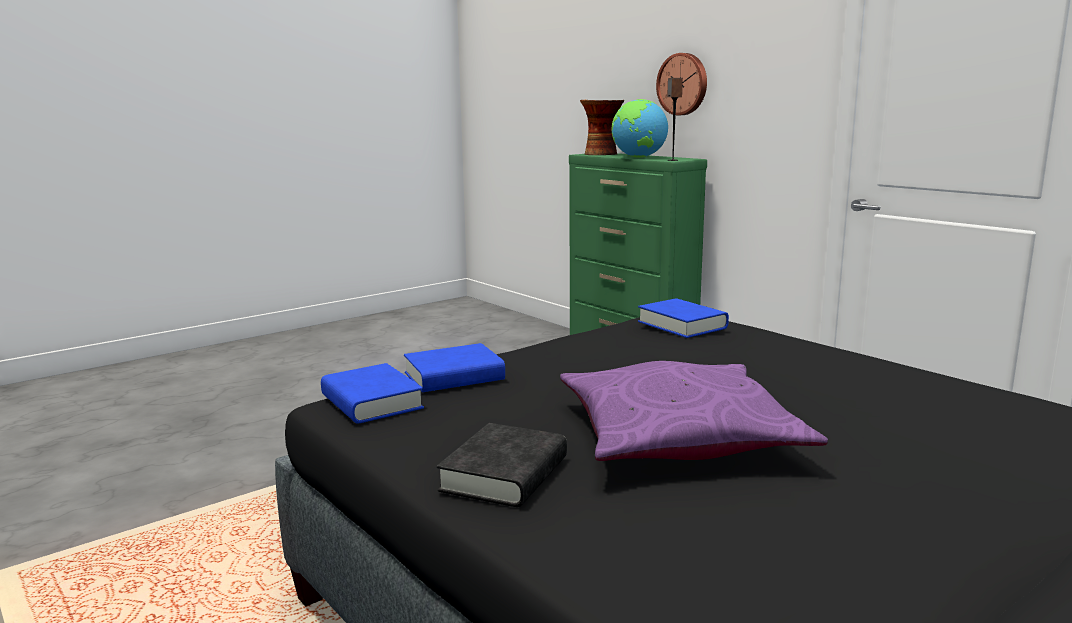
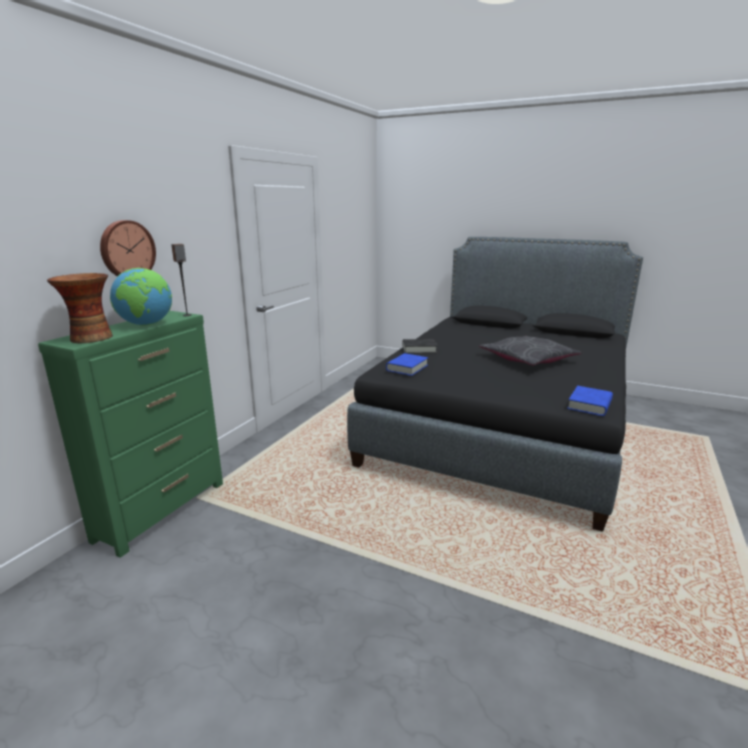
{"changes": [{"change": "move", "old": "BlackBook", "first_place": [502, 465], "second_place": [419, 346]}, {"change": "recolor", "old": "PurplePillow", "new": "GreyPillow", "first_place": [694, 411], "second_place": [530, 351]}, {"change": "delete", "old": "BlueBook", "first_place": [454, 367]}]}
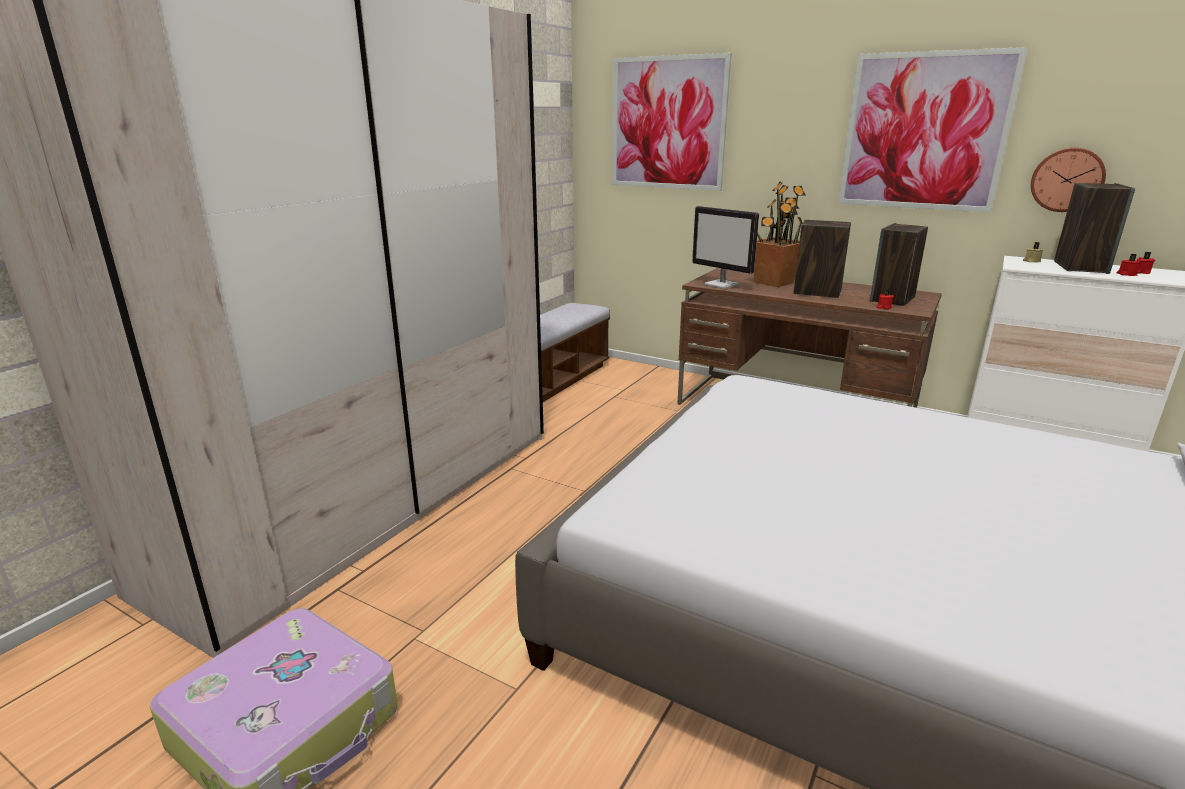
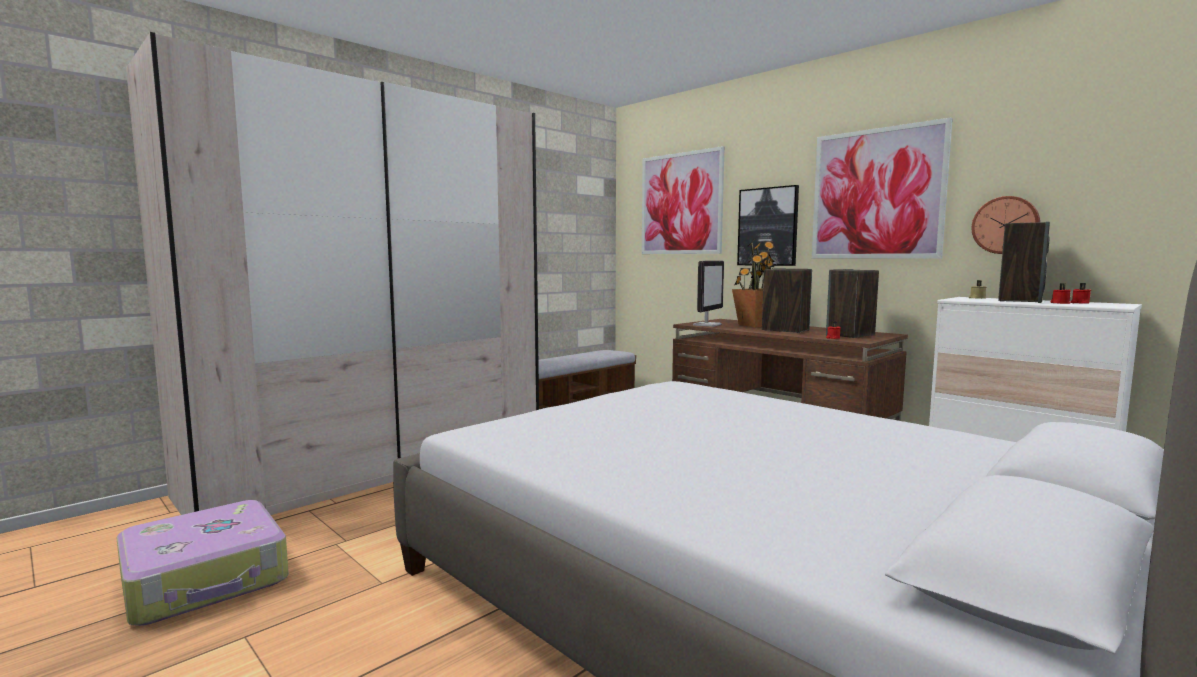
{"changes": [{"change": "rotate", "old": "Monitor", "first_place": [725, 247], "second_place": [708, 294], "degrees": -120}, {"change": "insert", "new": "Picture", "second_place": [768, 225]}]}
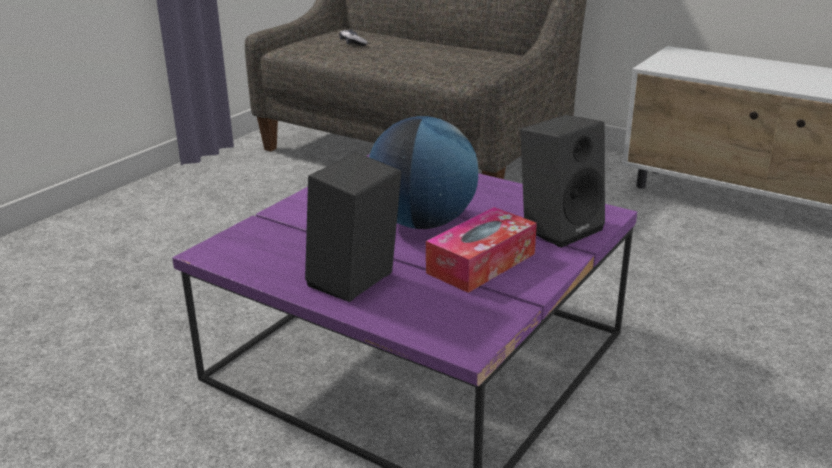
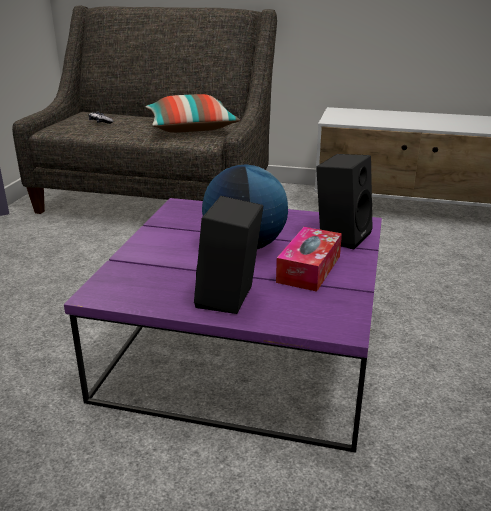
{"changes": [{"change": "insert", "new": "Pillow", "second_place": [192, 113]}]}
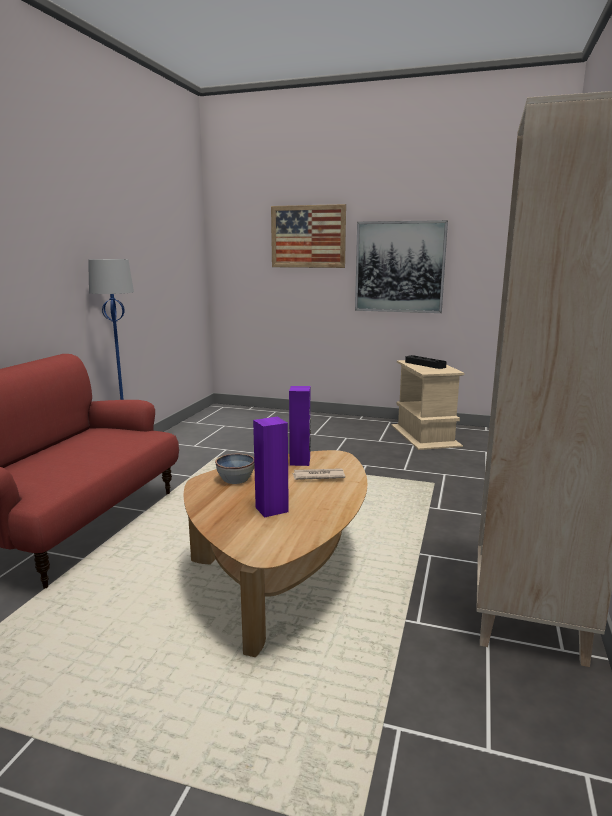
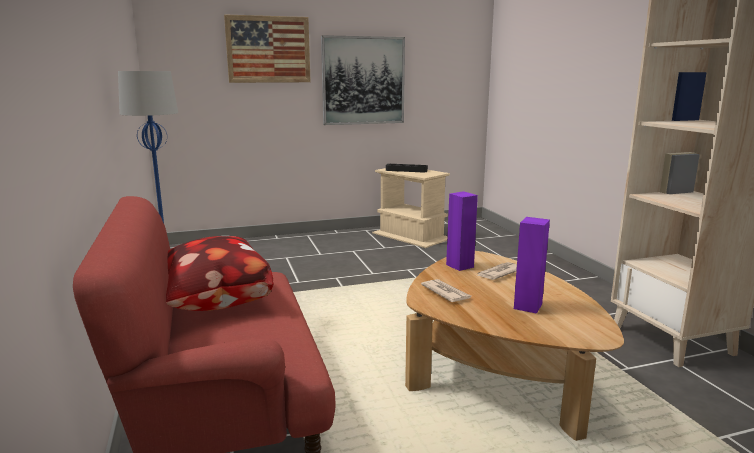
{"changes": [{"change": "insert", "new": "Pillow", "second_place": [219, 273]}, {"change": "replace", "old": "Bowl", "new": "Newspaper", "first_place": [234, 469], "second_place": [446, 290]}]}
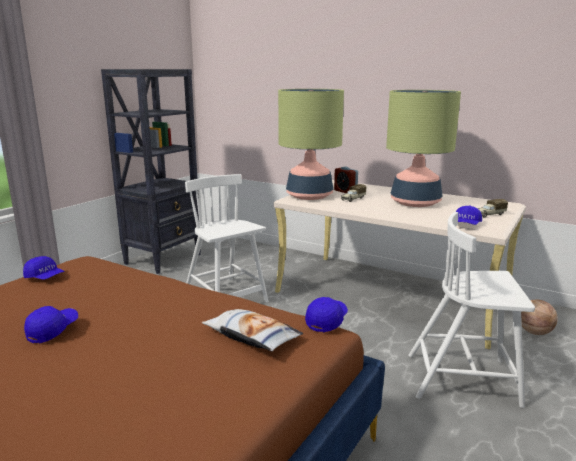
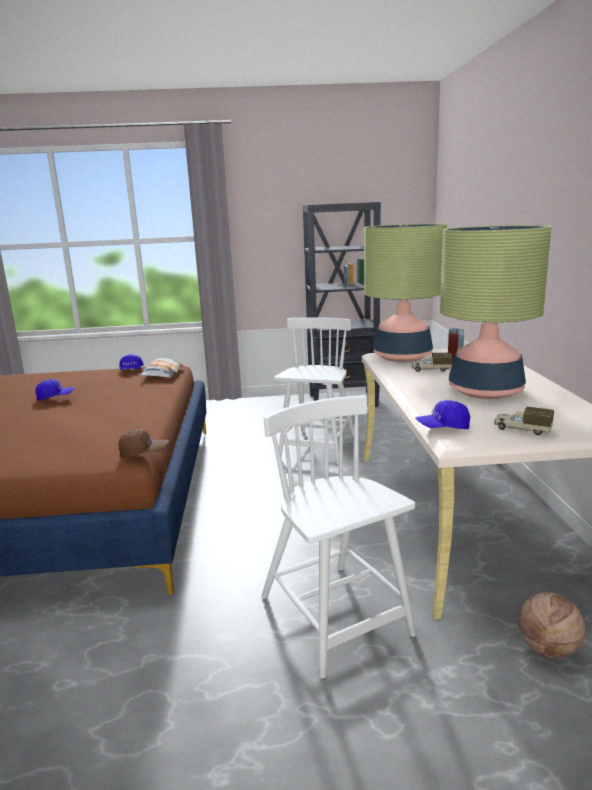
{"changes": [{"change": "recolor", "old": "BlueCap", "new": "BrownCap", "first_place": [326, 314], "second_place": [143, 443]}, {"change": "move", "old": "Pillow", "first_place": [252, 330], "second_place": [162, 368]}]}
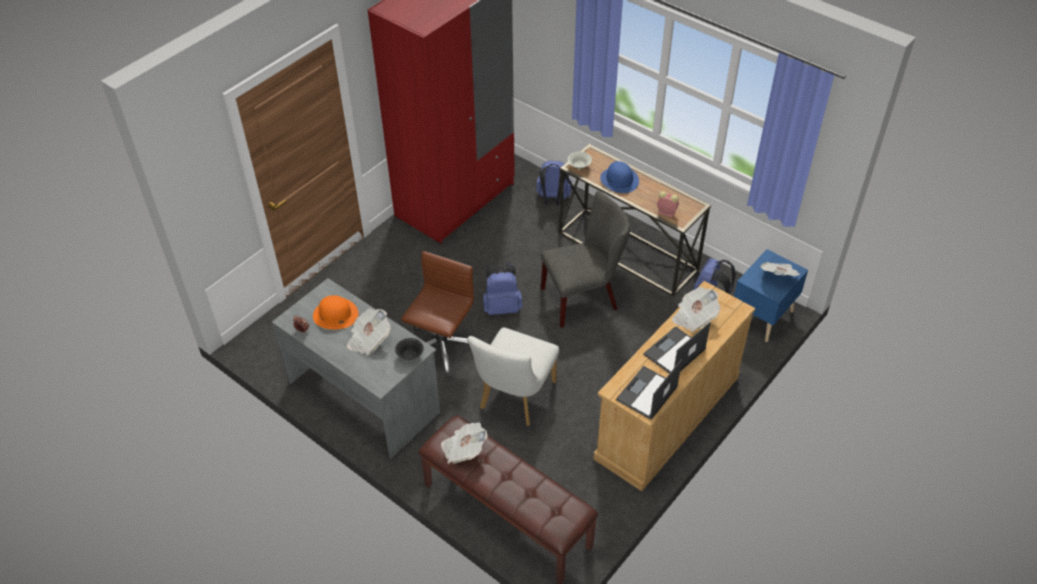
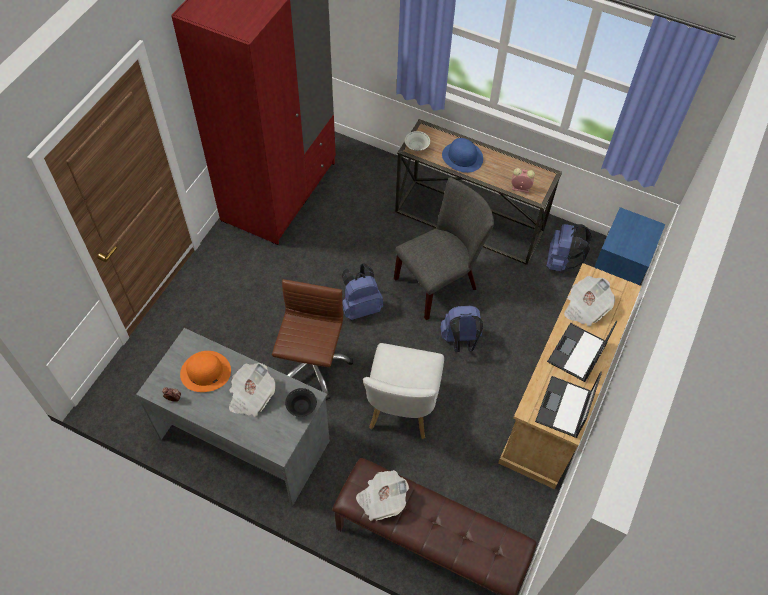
{"changes": [{"change": "move", "old": "BlueBackpack", "first_place": [554, 183], "second_place": [461, 329]}, {"change": "delete", "old": "Newspaper", "first_place": [780, 269]}]}
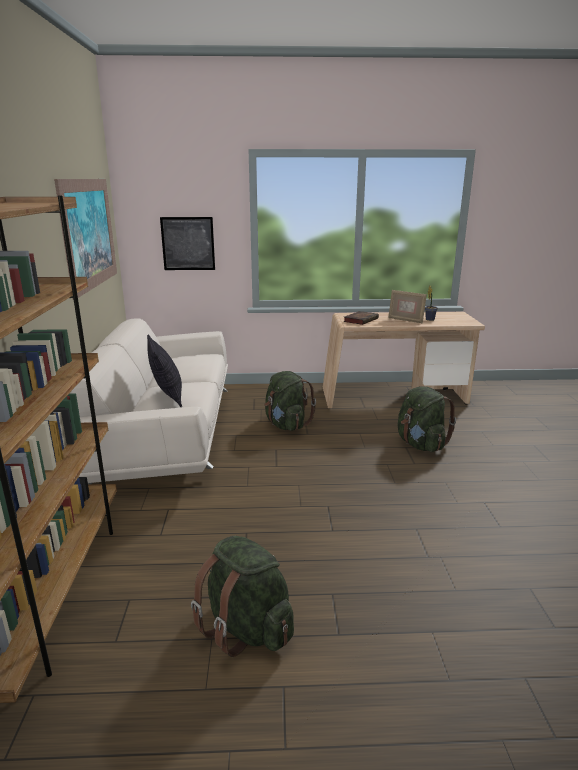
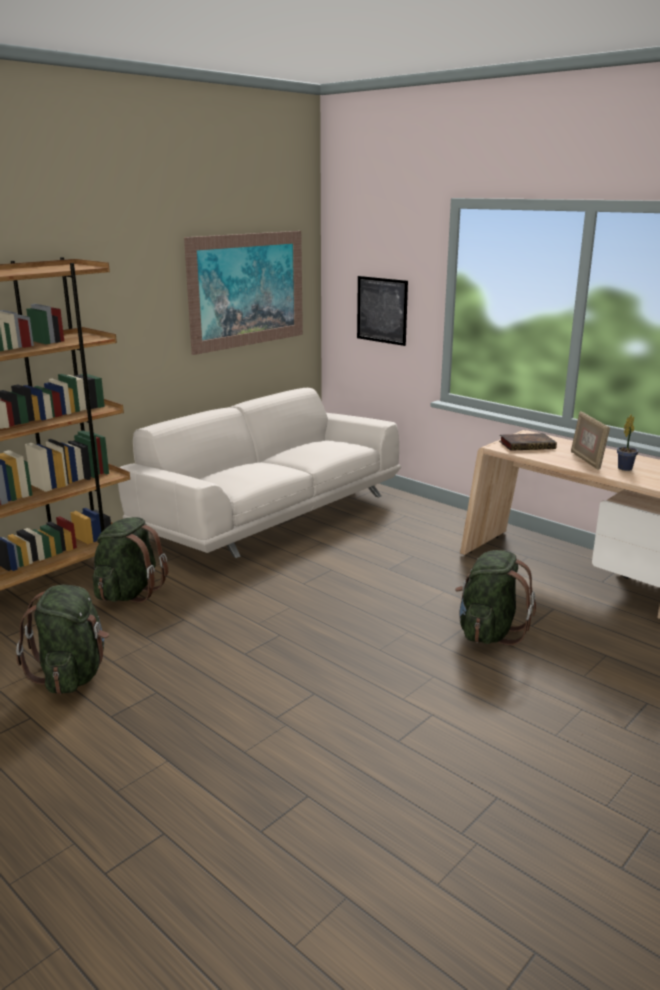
{"changes": [{"change": "move", "old": "GreenBackpack", "first_place": [290, 401], "second_place": [130, 560]}, {"change": "delete", "old": "Pillow", "first_place": [164, 371]}]}
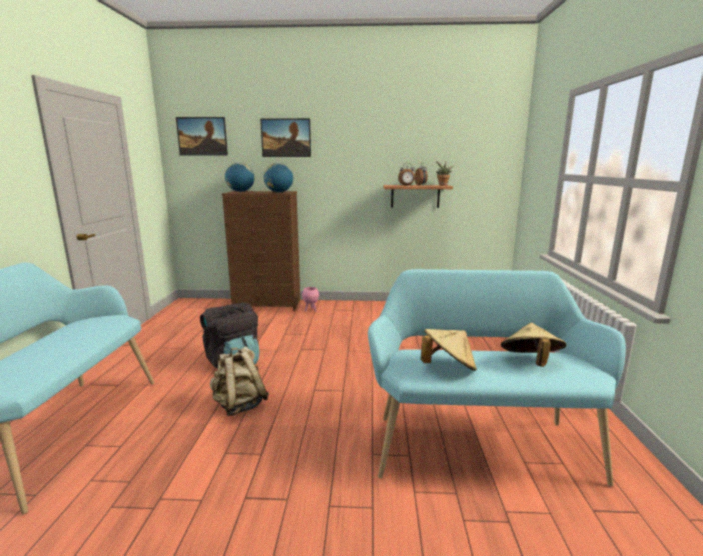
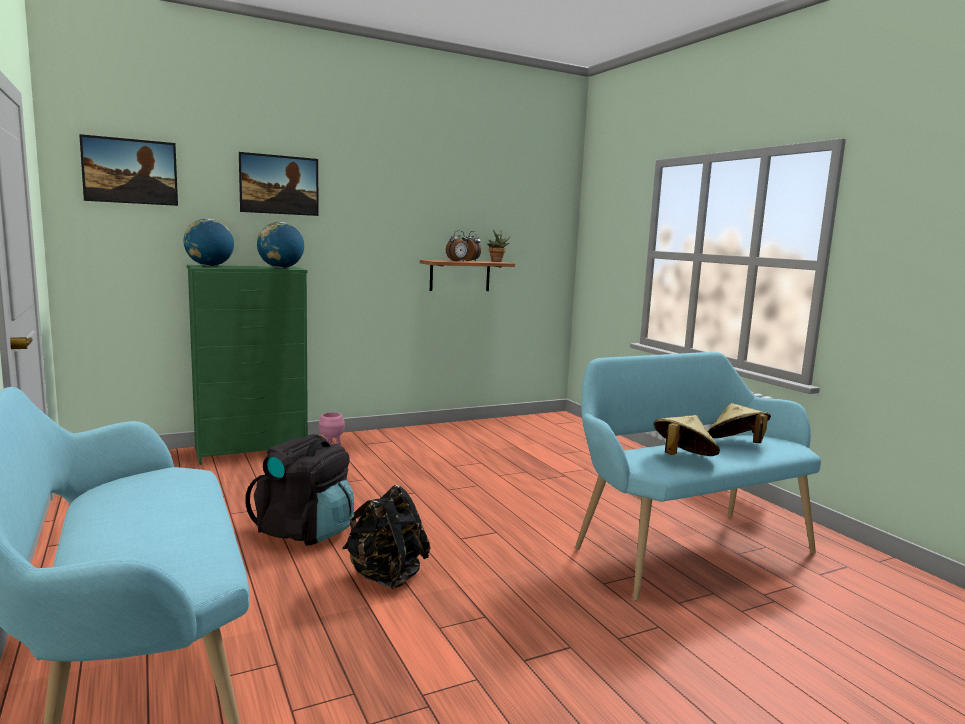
{"changes": [{"change": "recolor", "old": "BrownDresser", "new": "GreenDresser", "first_place": [261, 251], "second_place": [247, 365]}, {"change": "recolor", "old": "BeigeBackpack", "new": "BlackBackpack", "first_place": [239, 381], "second_place": [386, 537]}]}
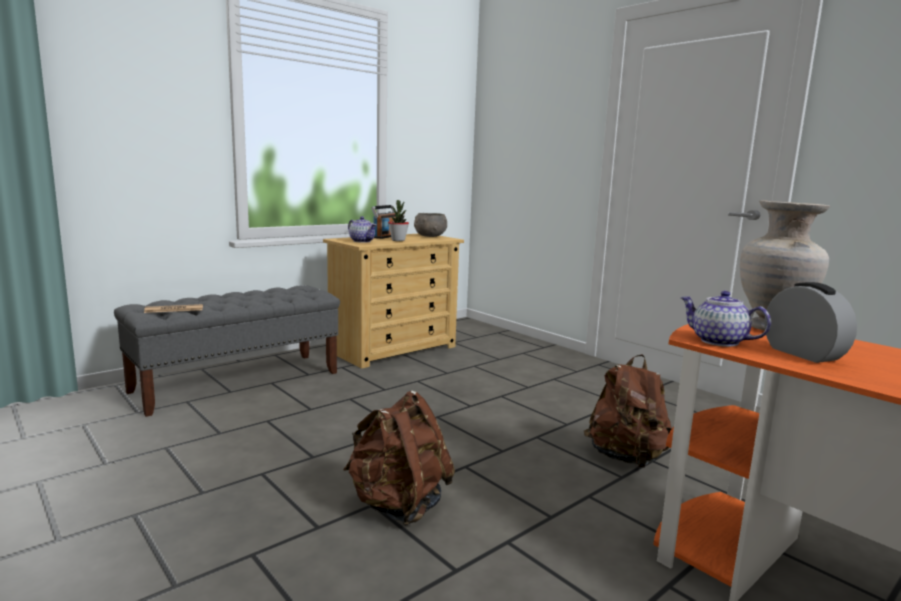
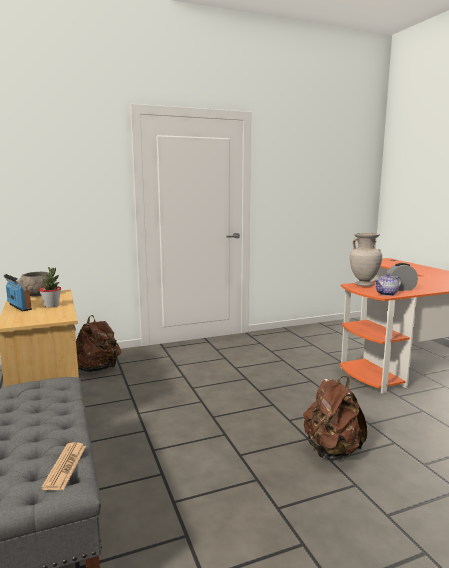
{"changes": [{"change": "move", "old": "BrownBackpack", "first_place": [628, 411], "second_place": [98, 343]}, {"change": "delete", "old": "Teapot", "first_place": [362, 229]}]}
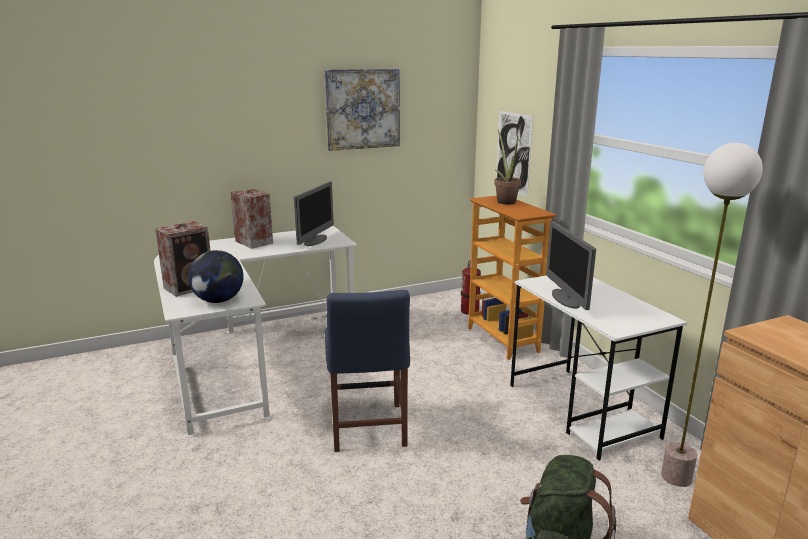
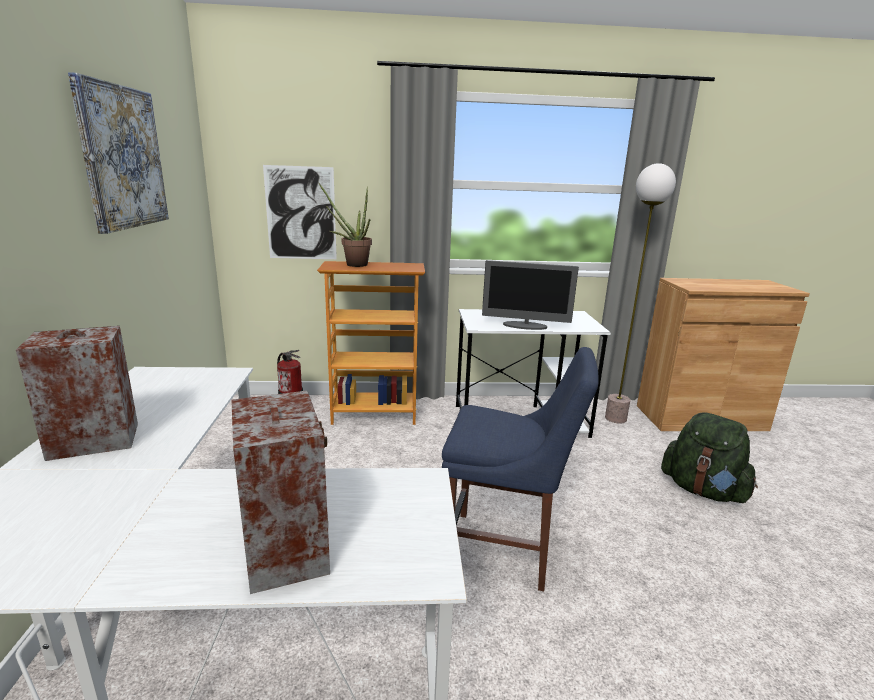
{"changes": [{"change": "delete", "old": "Globe", "first_place": [216, 276]}, {"change": "delete", "old": "Monitor", "first_place": [314, 213]}]}
